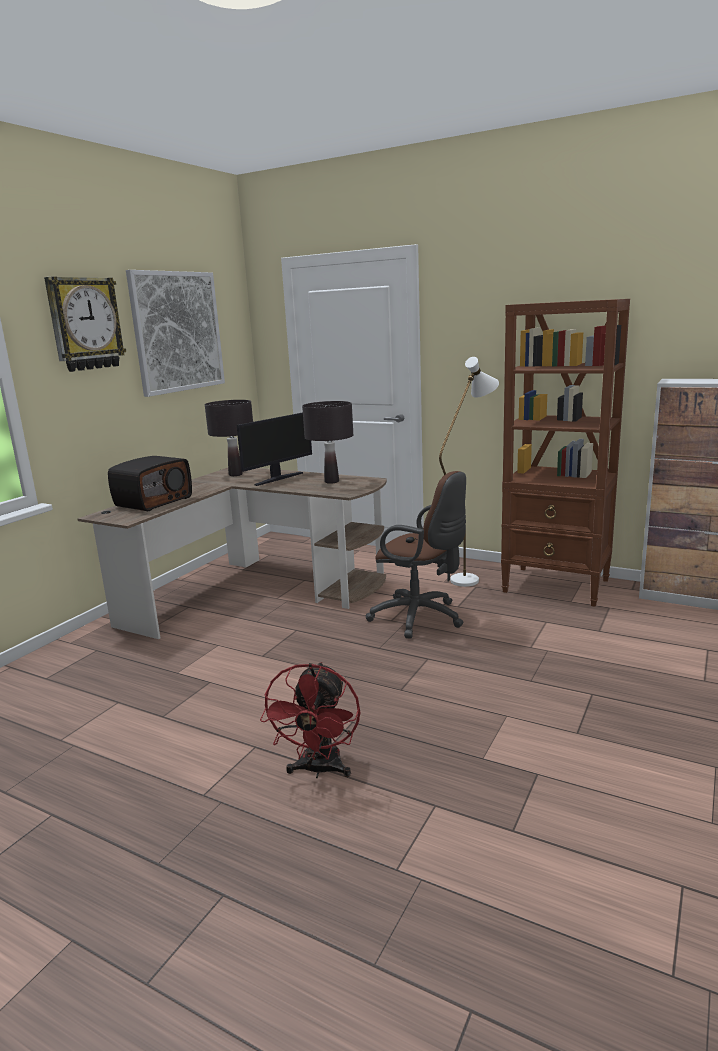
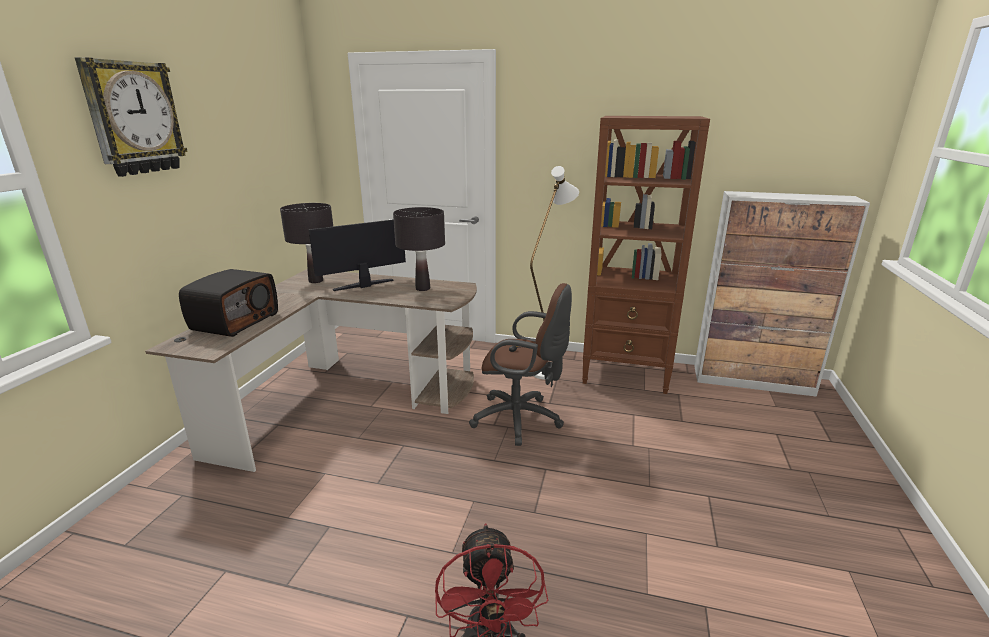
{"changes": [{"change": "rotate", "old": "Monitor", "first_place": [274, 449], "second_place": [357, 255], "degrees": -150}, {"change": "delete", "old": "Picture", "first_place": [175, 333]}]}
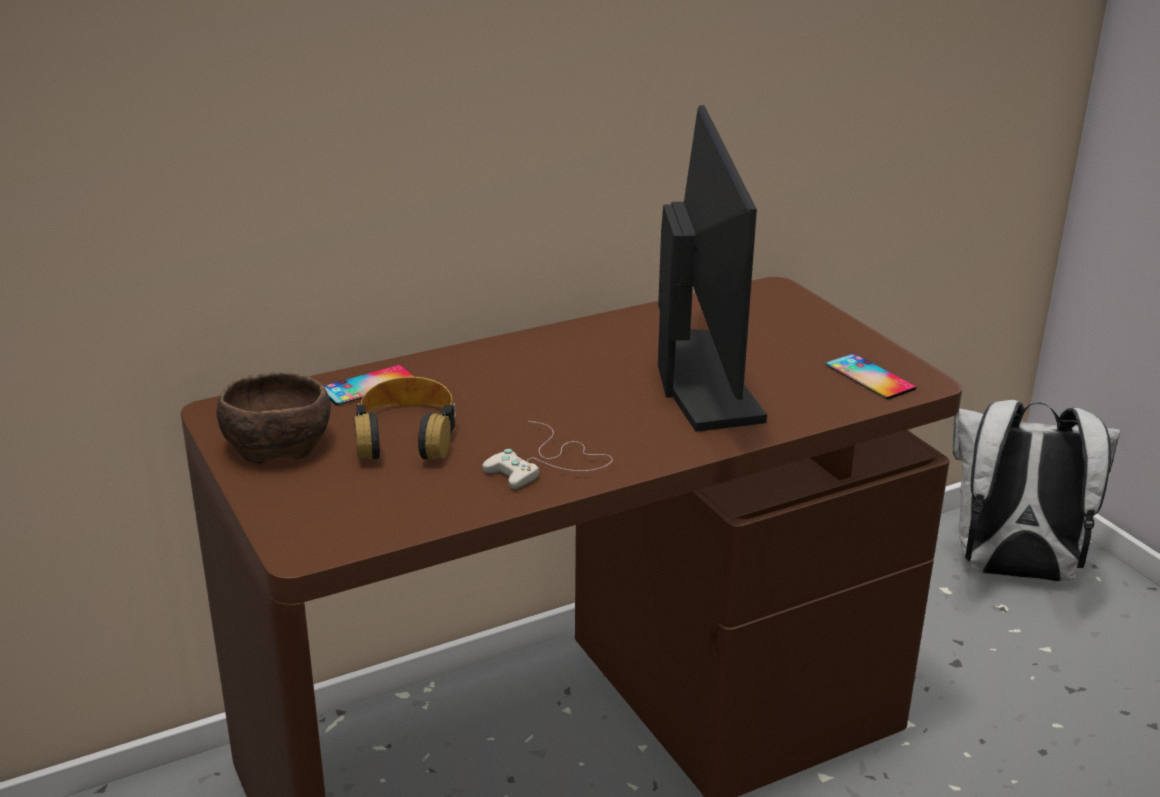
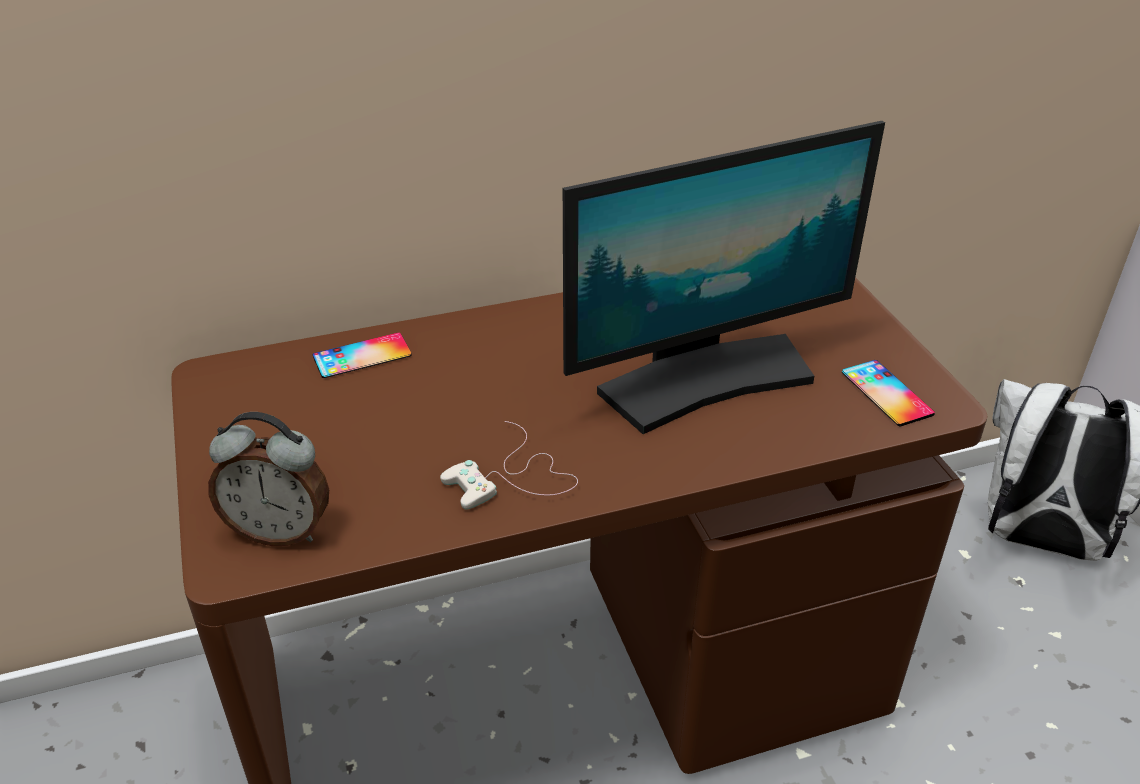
{"changes": [{"change": "insert", "new": "AlarmClock", "second_place": [268, 479]}, {"change": "rotate", "old": "Monitor", "first_place": [712, 268], "second_place": [724, 277], "degrees": 60}, {"change": "delete", "old": "BrownBowl", "first_place": [273, 418]}, {"change": "delete", "old": "Headphones", "first_place": [405, 418]}]}
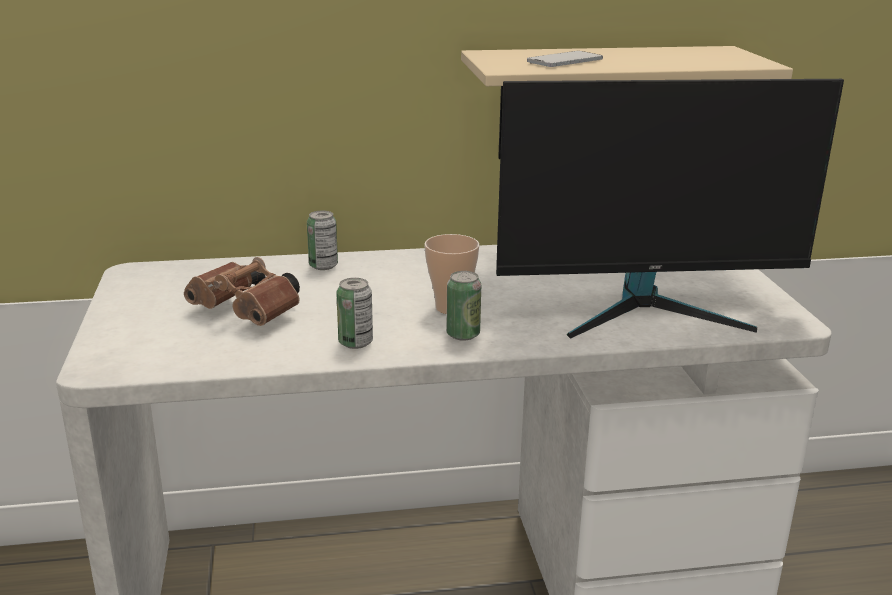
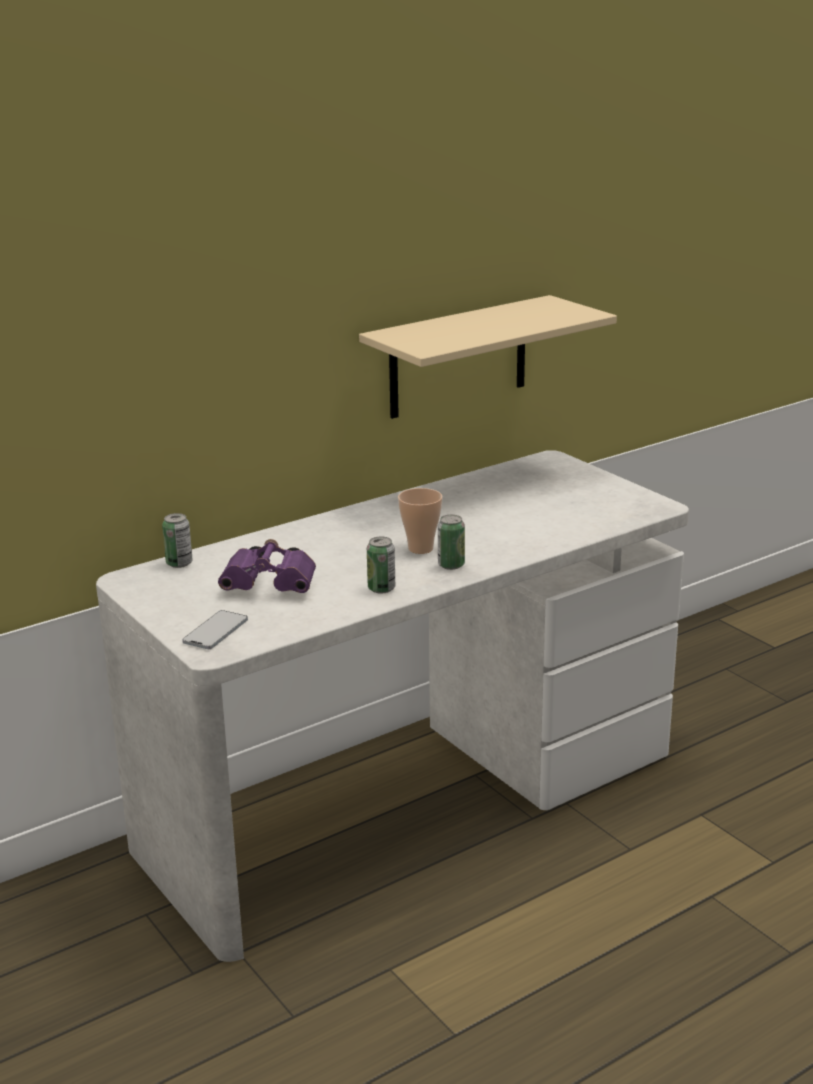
{"changes": [{"change": "move", "old": "Can", "first_place": [322, 240], "second_place": [177, 540]}, {"change": "move", "old": "Phone", "first_place": [565, 59], "second_place": [215, 629]}, {"change": "recolor", "old": "BrownBinoculars", "new": "PurpleBinoculars", "first_place": [242, 291], "second_place": [267, 566]}, {"change": "delete", "old": "Monitor", "first_place": [670, 209]}]}
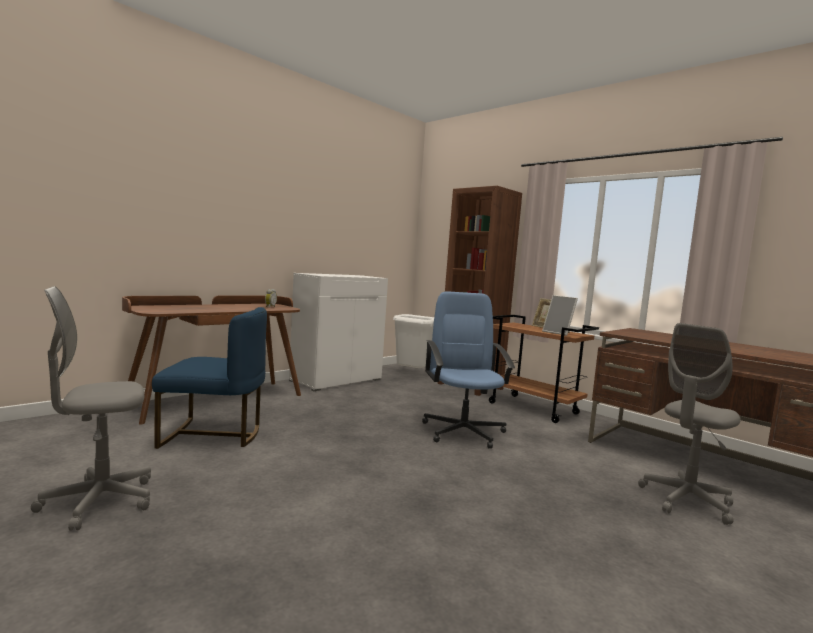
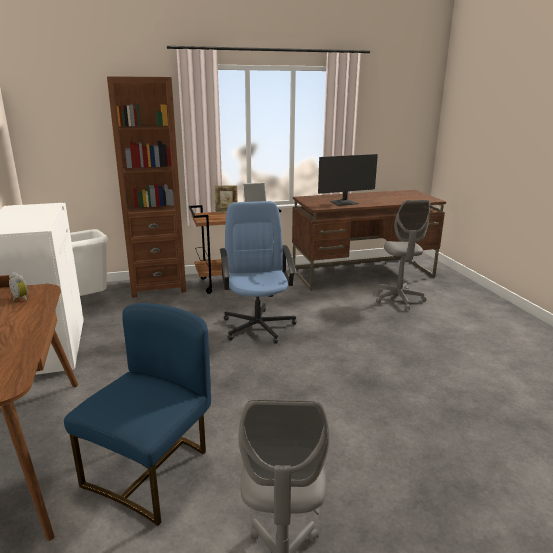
{"changes": [{"change": "rotate", "old": "BlueOfficeChair", "first_place": [468, 370], "second_place": [258, 272], "degrees": 60}, {"change": "insert", "new": "Monitor", "second_place": [348, 180]}]}
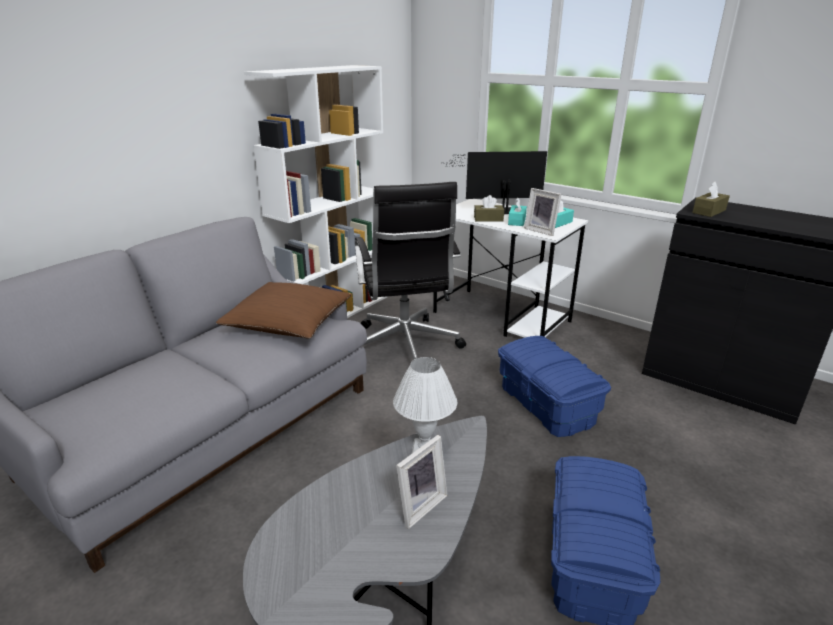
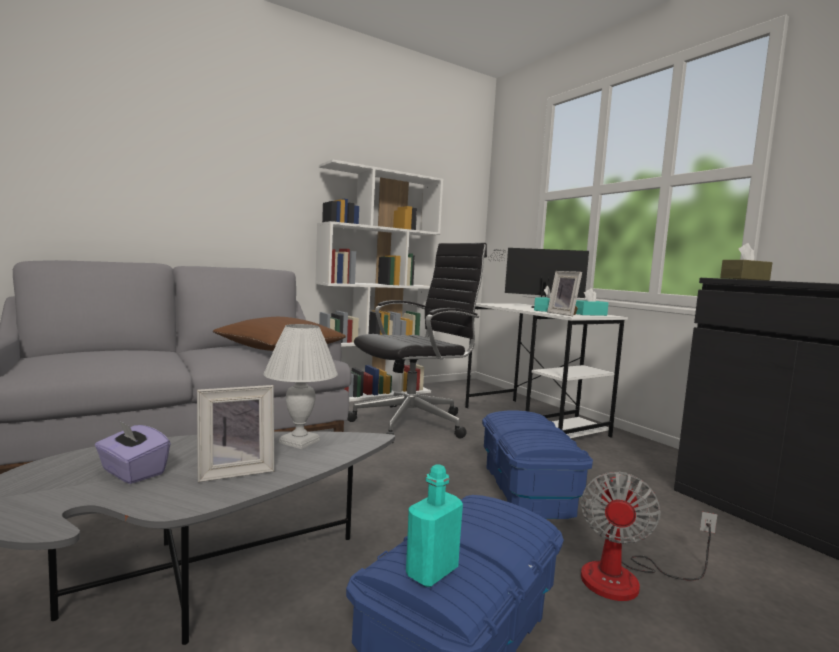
{"changes": [{"change": "insert", "new": "PurpleTissueBox", "second_place": [133, 451]}, {"change": "rotate", "old": "BlackOfficeChair", "first_place": [410, 270], "second_place": [417, 343], "degrees": -135}, {"change": "insert", "new": "TurquoiseBottle", "second_place": [434, 525]}, {"change": "insert", "new": "Fan", "second_place": [648, 536]}, {"change": "delete", "old": "BrownTissueBox", "first_place": [489, 208]}]}
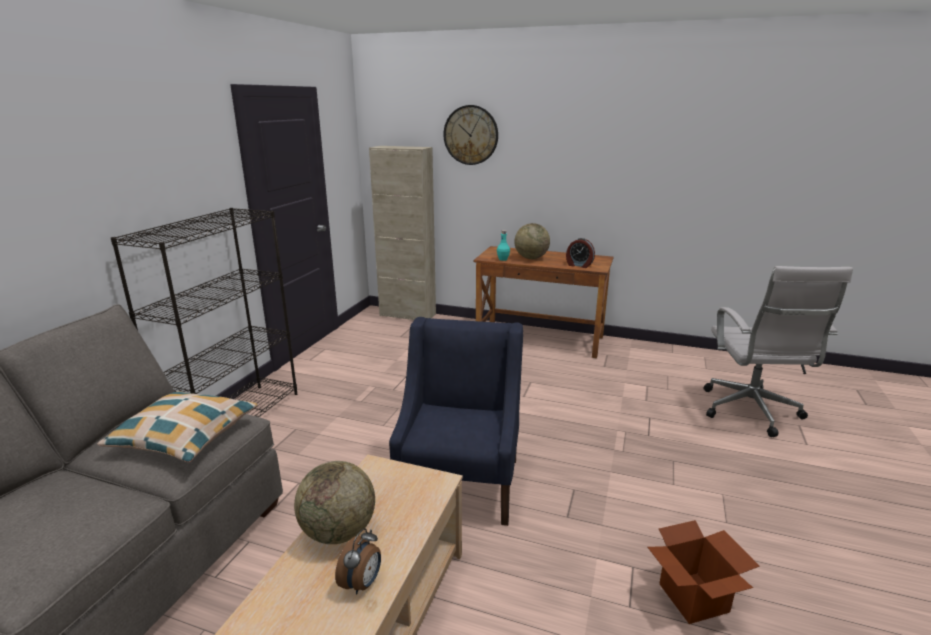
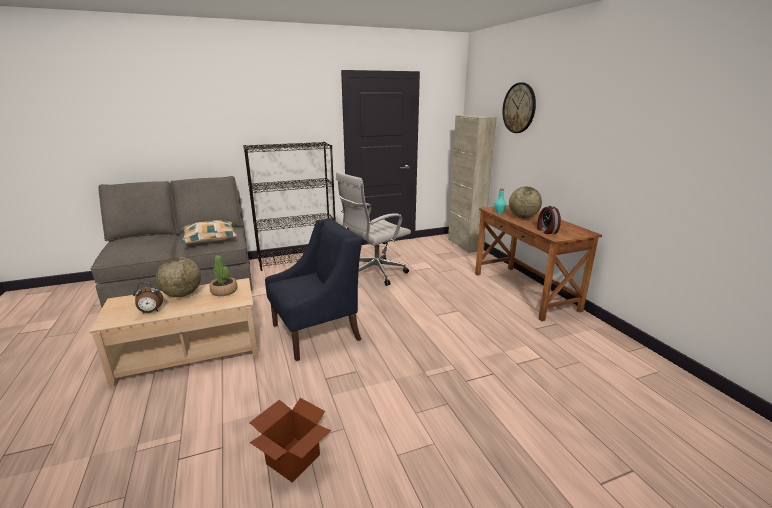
{"changes": [{"change": "insert", "new": "PottedPlant", "second_place": [224, 275]}, {"change": "move", "old": "WhiteOfficeChair", "first_place": [778, 351], "second_place": [373, 229]}]}
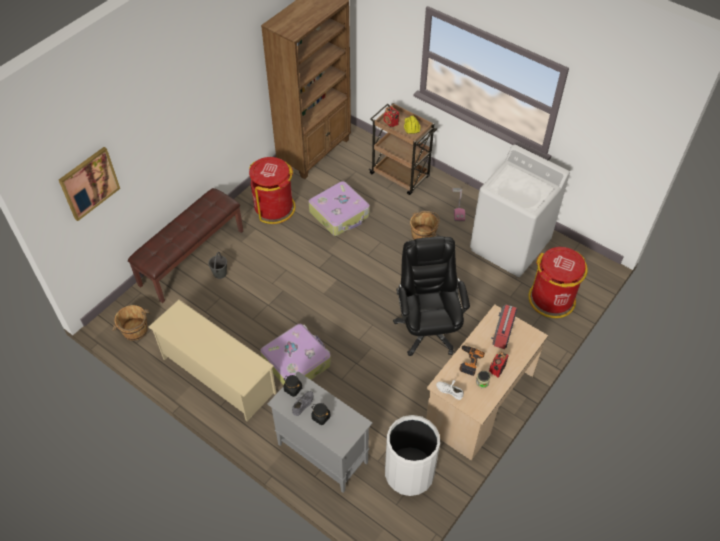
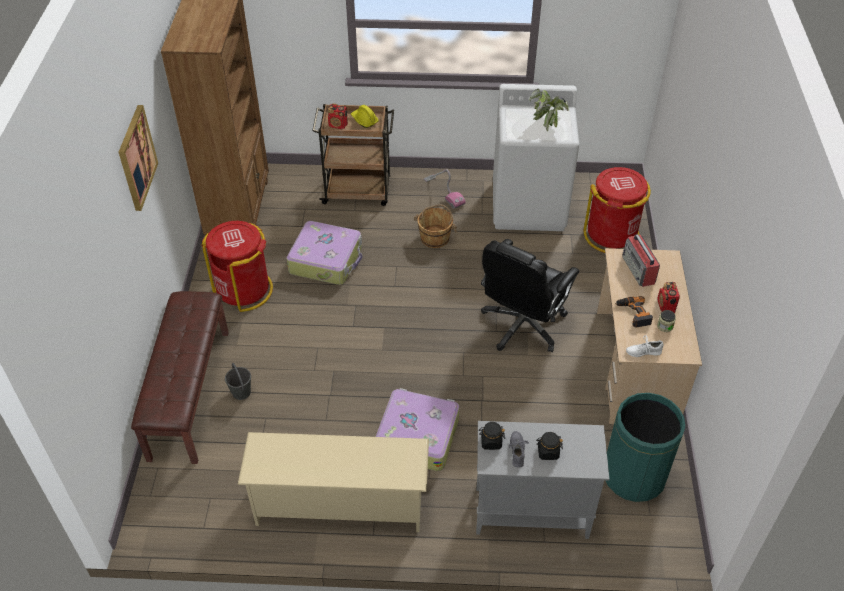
{"changes": [{"change": "move", "old": "Picture", "first_place": [89, 184], "second_place": [138, 158]}, {"change": "rotate", "old": "BlackOfficeChair", "first_place": [431, 296], "second_place": [530, 295], "degrees": -105}, {"change": "insert", "new": "PottedPlant", "second_place": [549, 110]}, {"change": "recolor", "old": "WhiteTrashCan", "new": "GreenTrashCan", "first_place": [412, 455], "second_place": [645, 447]}, {"change": "delete", "old": "BrownBucket", "first_place": [131, 323]}]}
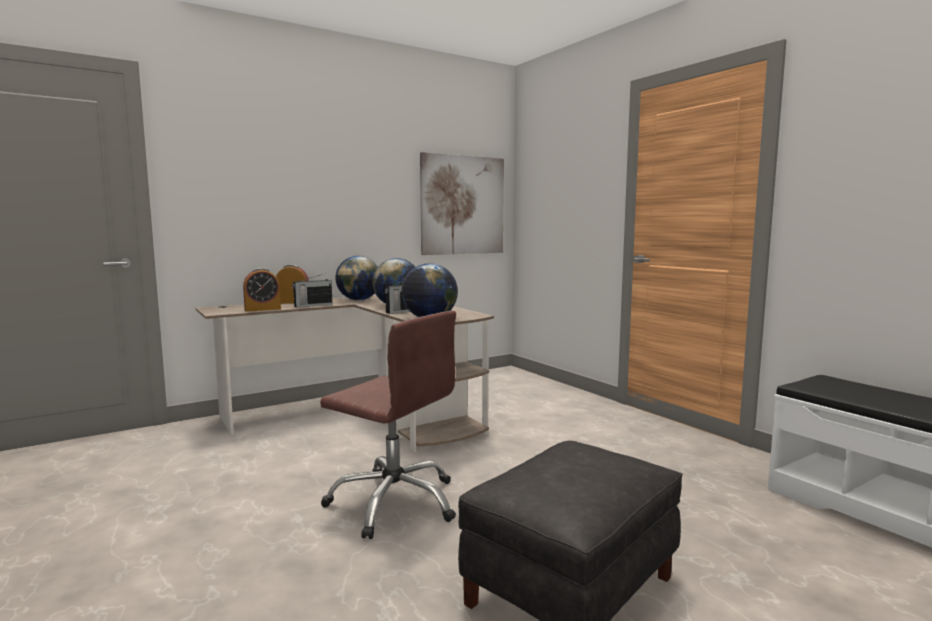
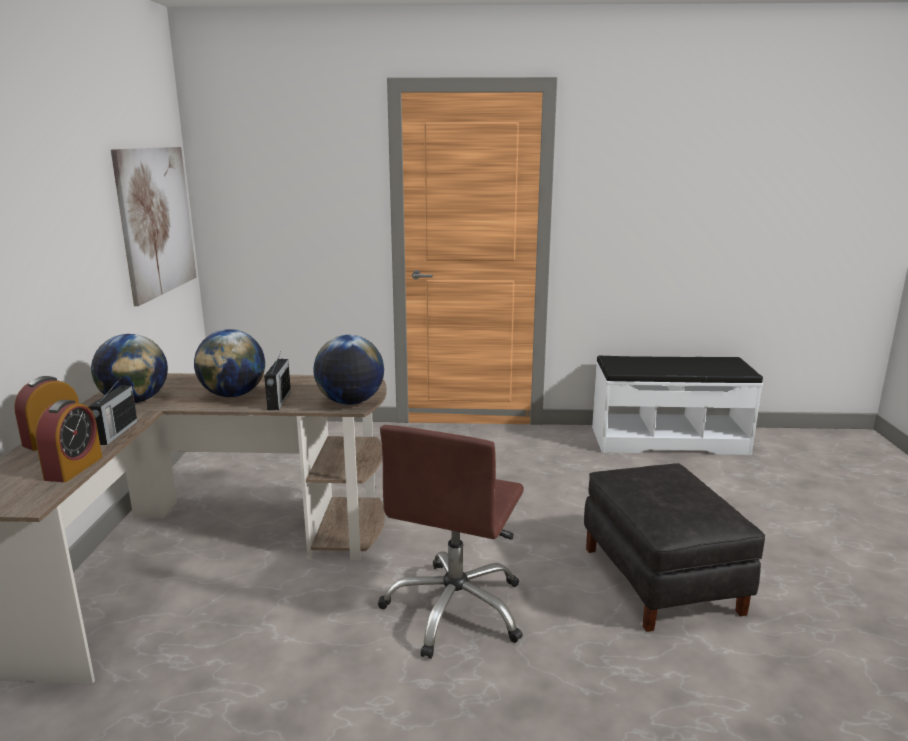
{"changes": [{"change": "rotate", "old": "BrownOfficeChair", "first_place": [388, 425], "second_place": [451, 542], "degrees": 135}]}
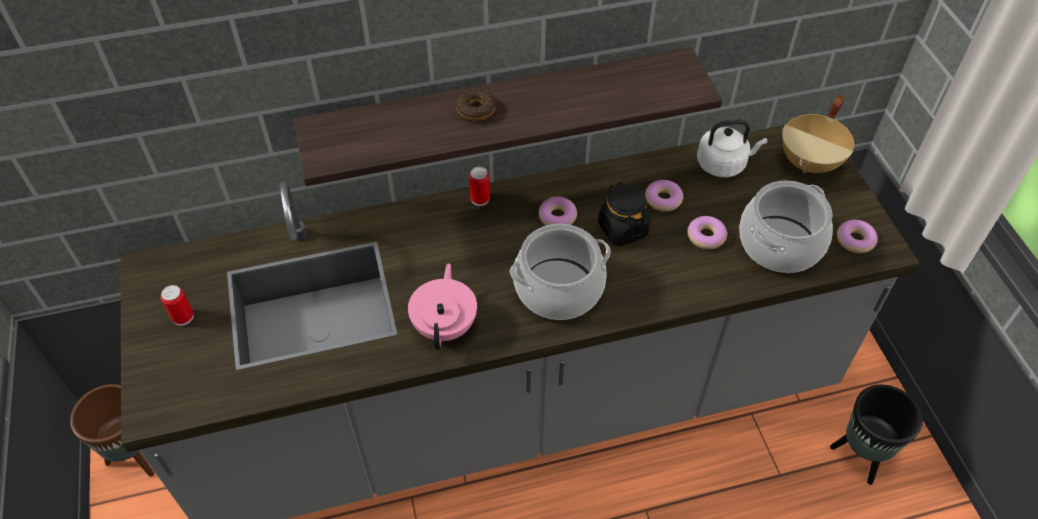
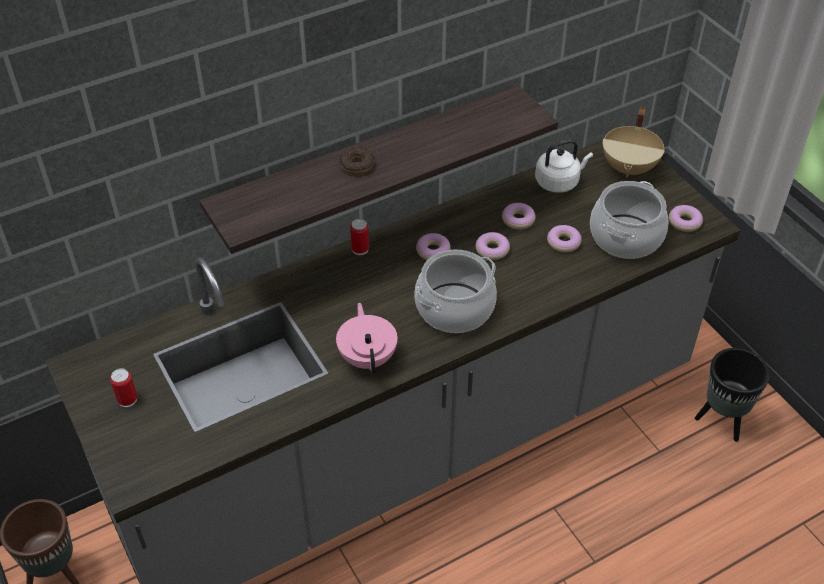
{"changes": [{"change": "replace", "old": "BlackJar", "new": "Donut", "first_place": [624, 214], "second_place": [492, 246]}]}
